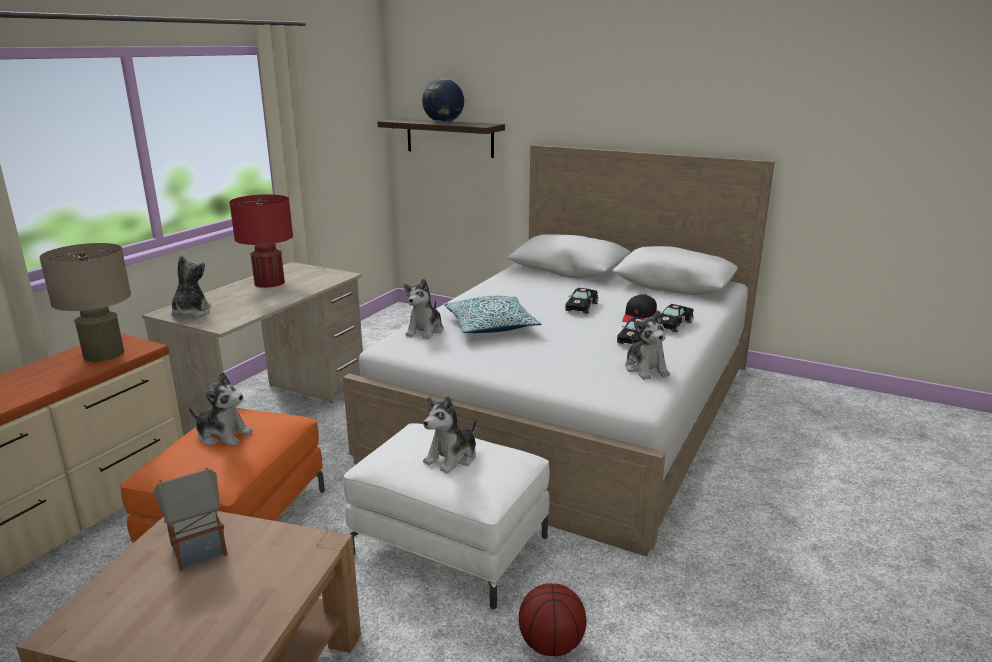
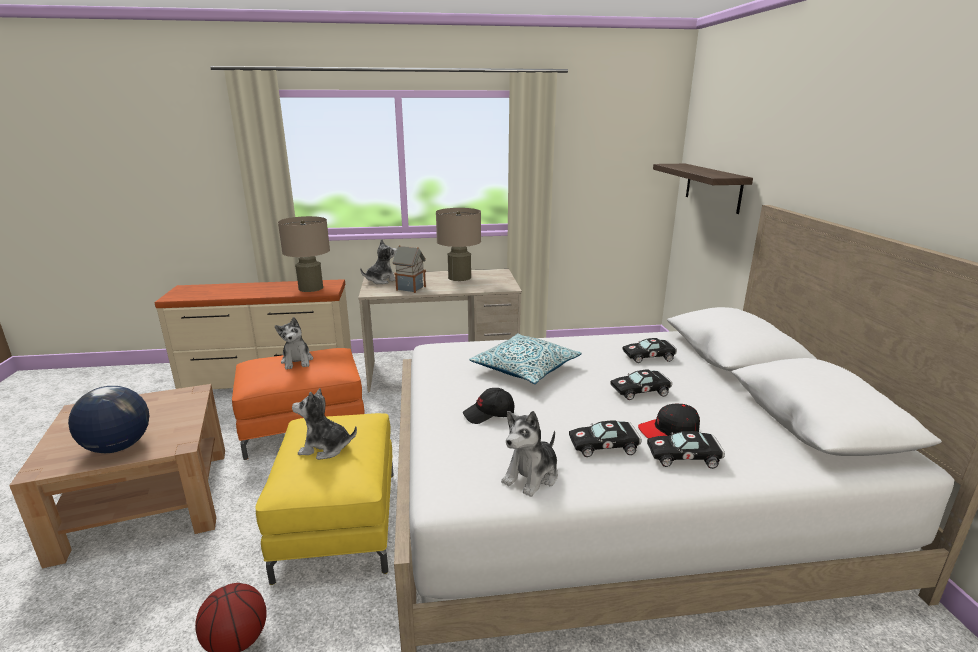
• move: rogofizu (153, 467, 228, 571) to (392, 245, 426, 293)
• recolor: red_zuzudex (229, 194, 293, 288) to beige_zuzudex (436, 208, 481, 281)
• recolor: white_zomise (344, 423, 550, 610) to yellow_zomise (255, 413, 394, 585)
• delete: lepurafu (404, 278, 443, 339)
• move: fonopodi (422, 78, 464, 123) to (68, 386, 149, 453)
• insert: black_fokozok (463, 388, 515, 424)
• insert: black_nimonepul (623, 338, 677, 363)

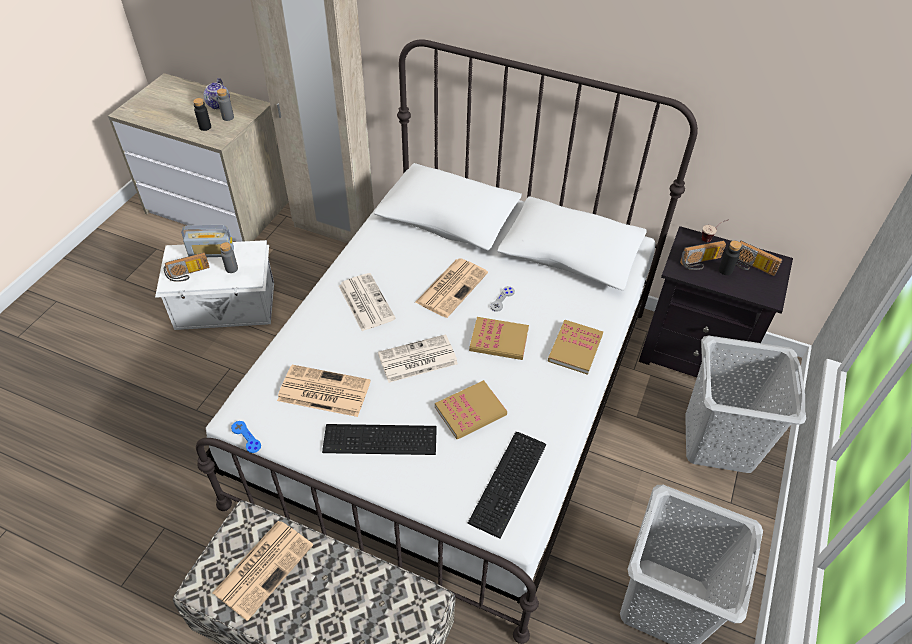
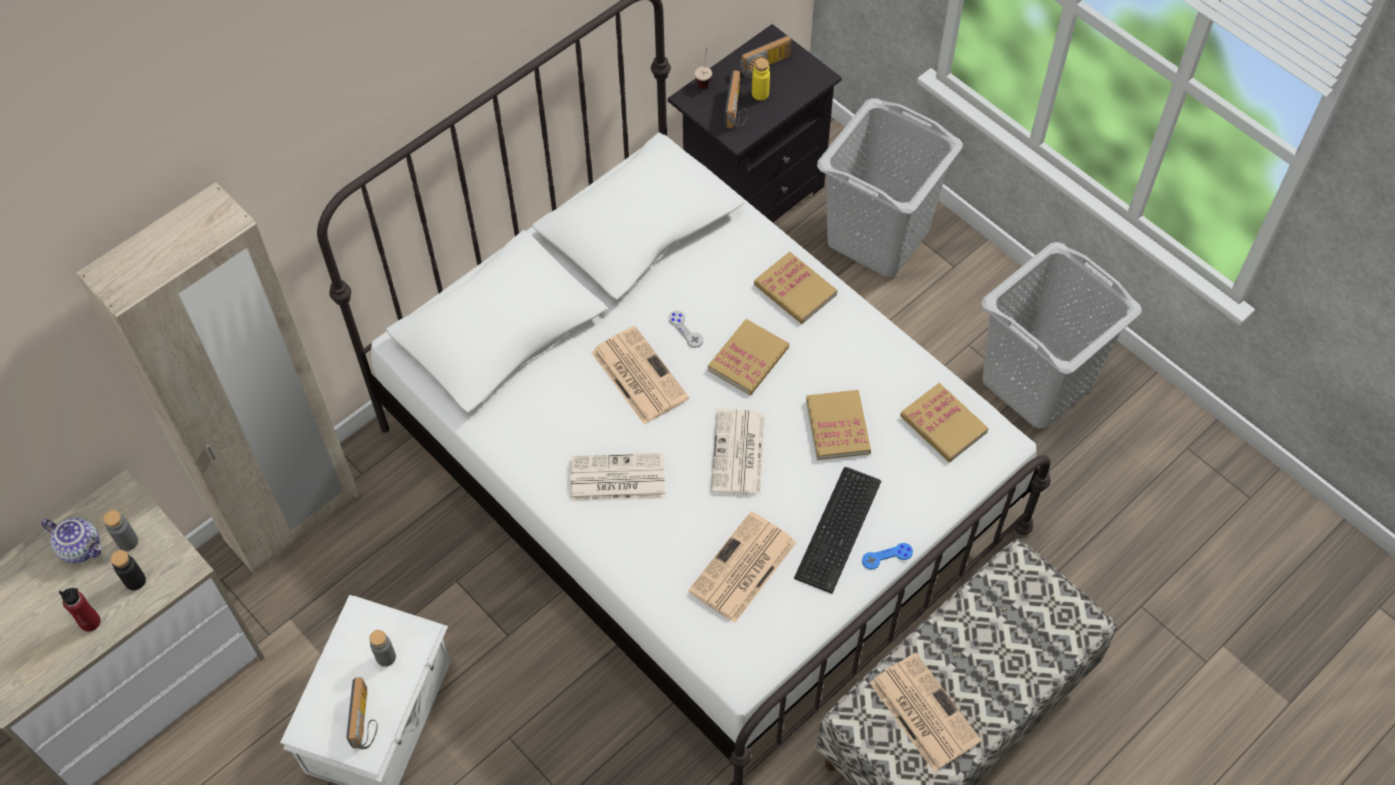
• delete: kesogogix (181, 225, 234, 257)
• move: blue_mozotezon (231, 421, 261, 453) to (862, 543, 913, 570)
• replace: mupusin (468, 432, 546, 539) to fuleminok (900, 383, 989, 462)
• recolor: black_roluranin (718, 241, 742, 275) to yellow_roluranin (752, 58, 770, 100)
• insert: red_roluranin (59, 588, 101, 632)

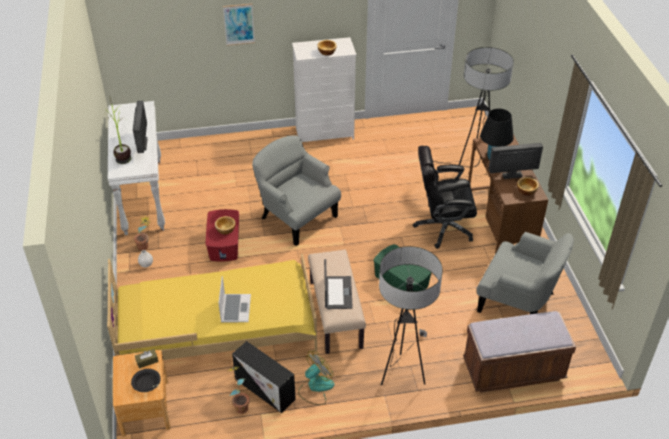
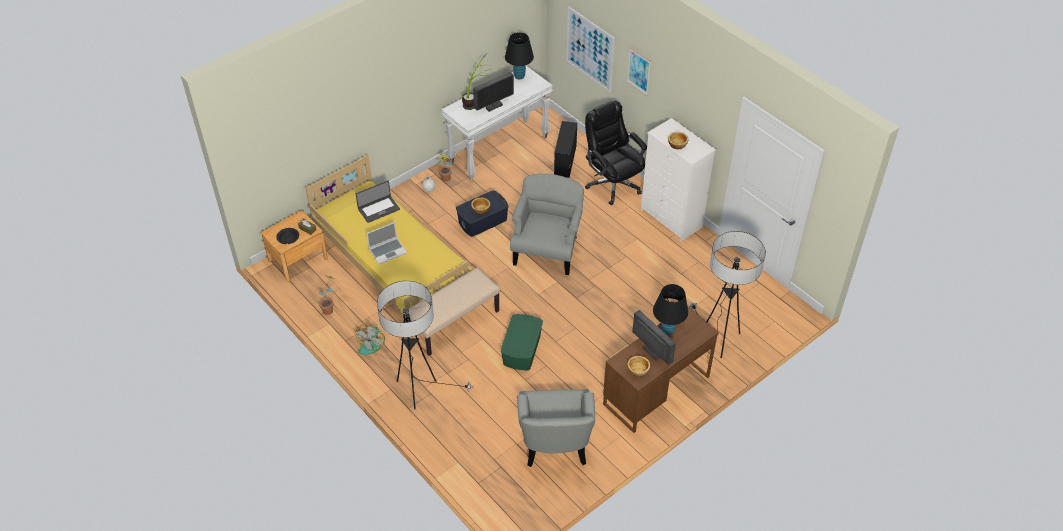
• recolor: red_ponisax (206, 209, 239, 262) to blue_ponisax (456, 190, 509, 237)
• move: black_ponisax (232, 341, 296, 413) to (554, 121, 577, 178)
• rotate: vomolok (298, 351, 334, 405) = (356, 324, 385, 355) 90 degrees clockwise
• move: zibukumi (324, 259, 353, 309) to (356, 181, 400, 223)
• move: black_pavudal (413, 146, 477, 249) to (585, 101, 647, 205)
• delete: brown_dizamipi (463, 311, 576, 393)
• insert: black_zuzudex (505, 32, 534, 79)
• insert: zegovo (566, 6, 615, 93)

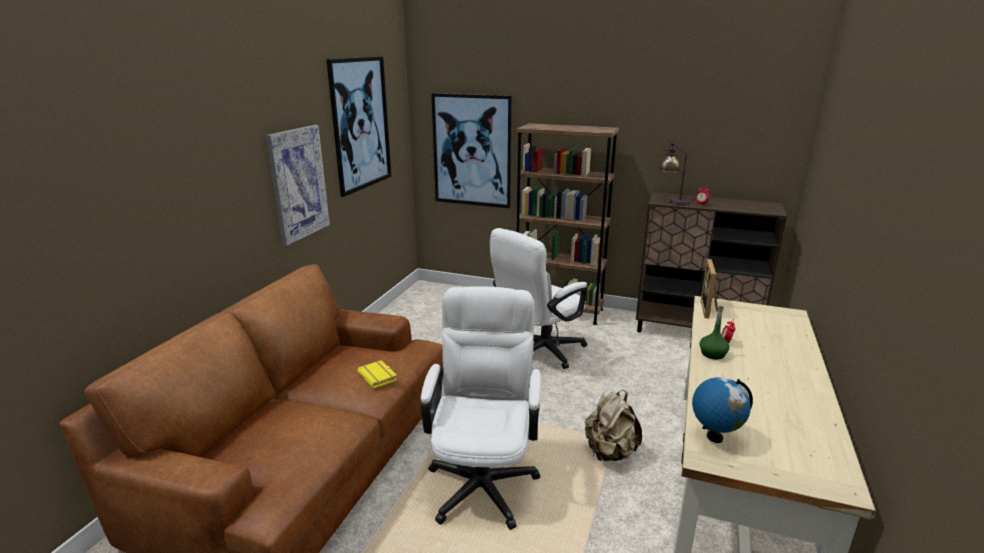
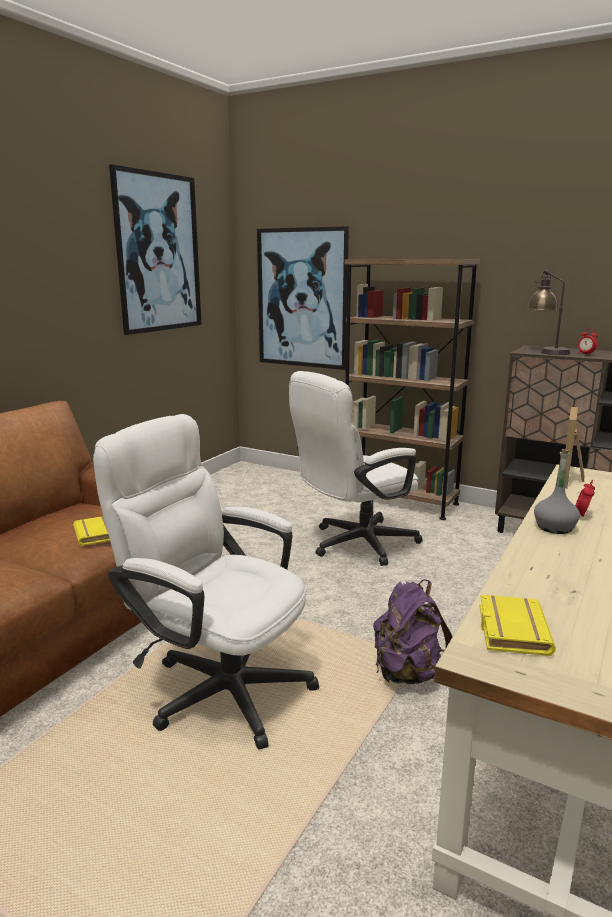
• delete: zegovo (266, 125, 330, 246)
• rotate: white_pavudal (420, 286, 541, 530) = (93, 414, 319, 750) 75 degrees counterclockwise
• recolor: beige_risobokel (585, 390, 642, 462) to purple_risobokel (373, 579, 452, 684)
• replace: fonopodi (692, 377, 753, 443) to yellow_fuleminok (480, 595, 556, 656)
• recolor: green_roluranin (699, 305, 730, 359) to grey_roluranin (534, 449, 580, 534)

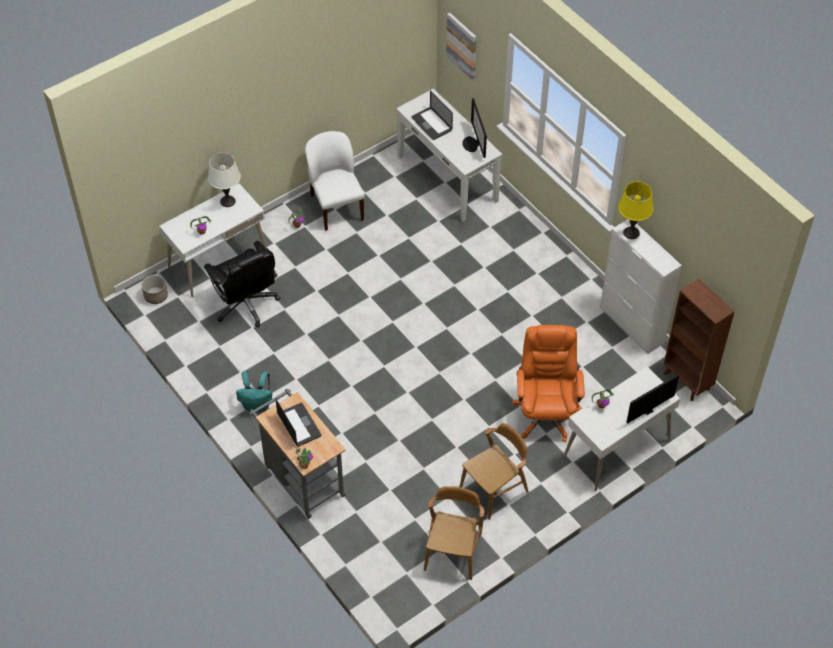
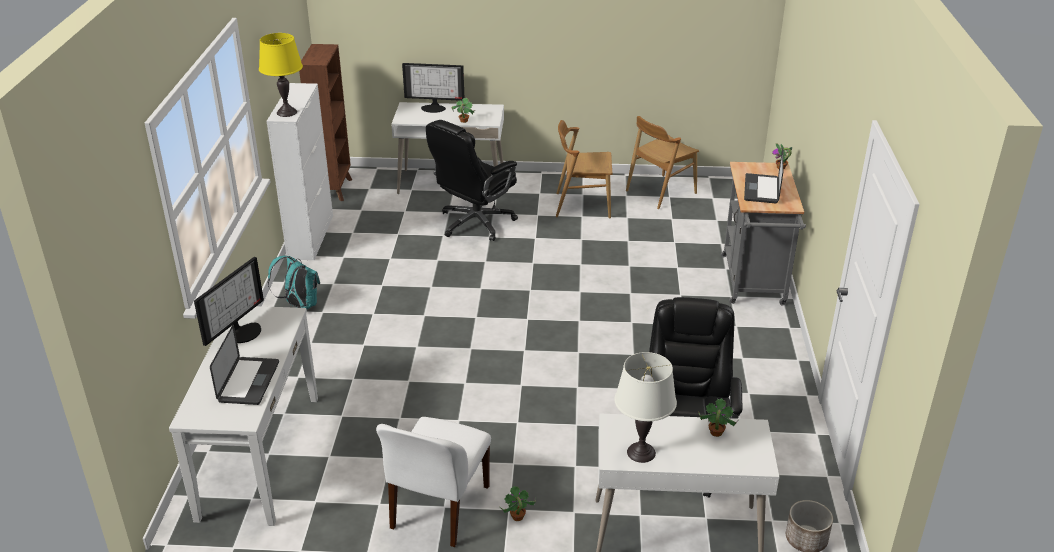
• move: turquoise_risobokel (236, 371, 272, 412) to (268, 256, 320, 309)
• delete: zegovo (446, 13, 476, 80)
• recolor: orange_pavudal (512, 325, 585, 442) to black_pavudal (426, 120, 518, 241)

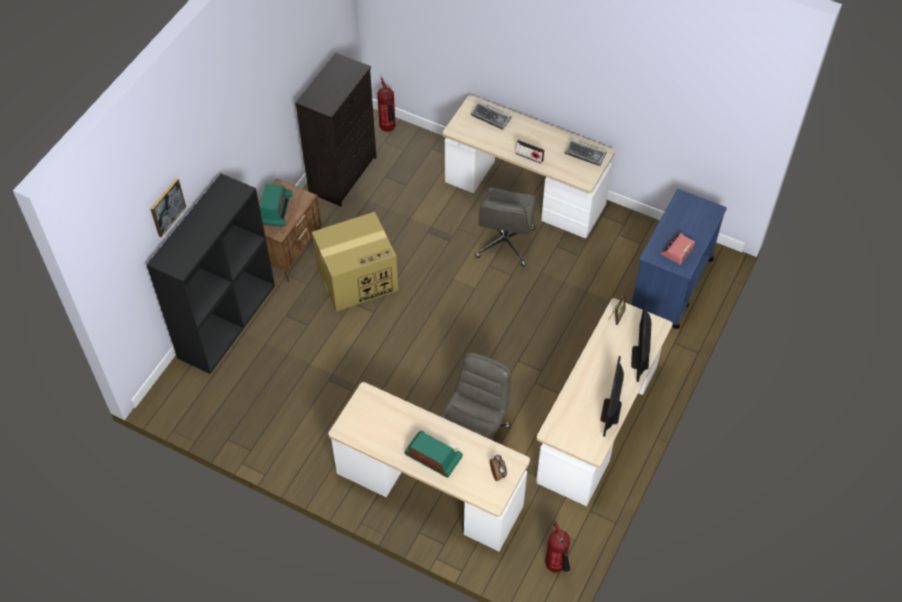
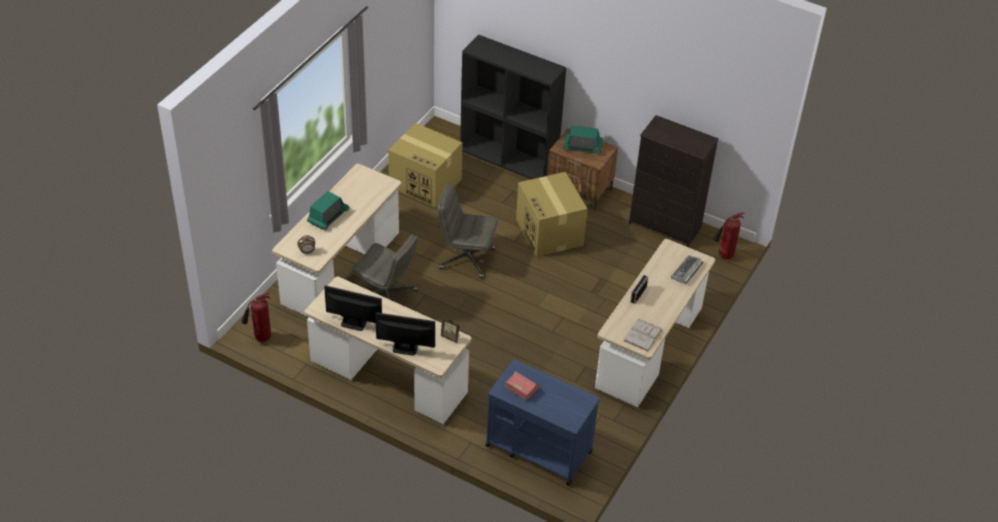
• delete: zegovo (150, 178, 186, 237)
• move: grey_pavudal (475, 188, 537, 266) to (437, 184, 498, 278)
• replace: mupusin (565, 139, 607, 166) to white_fuleminok (624, 319, 663, 351)
• insert: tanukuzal (388, 123, 462, 207)

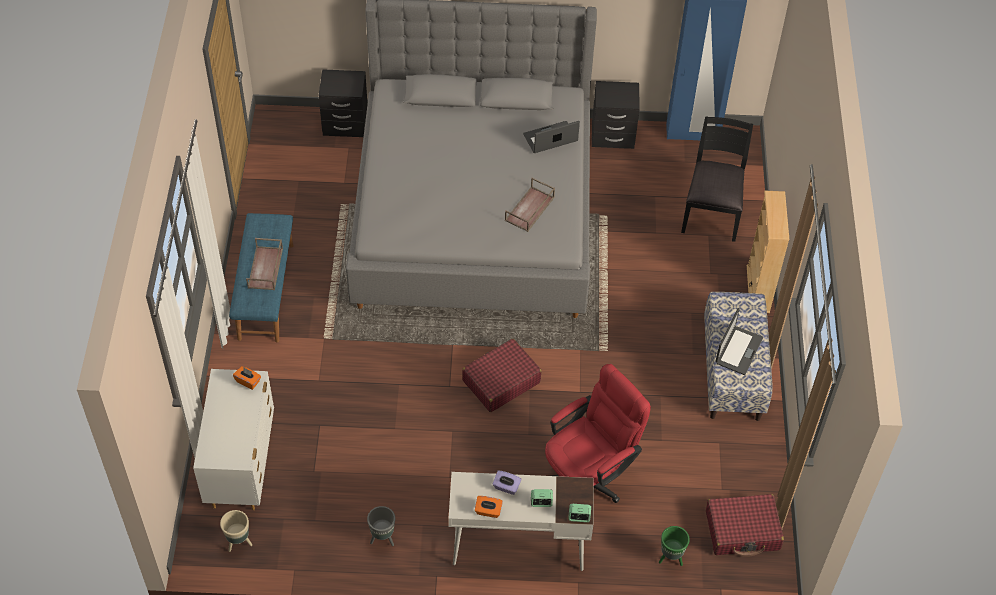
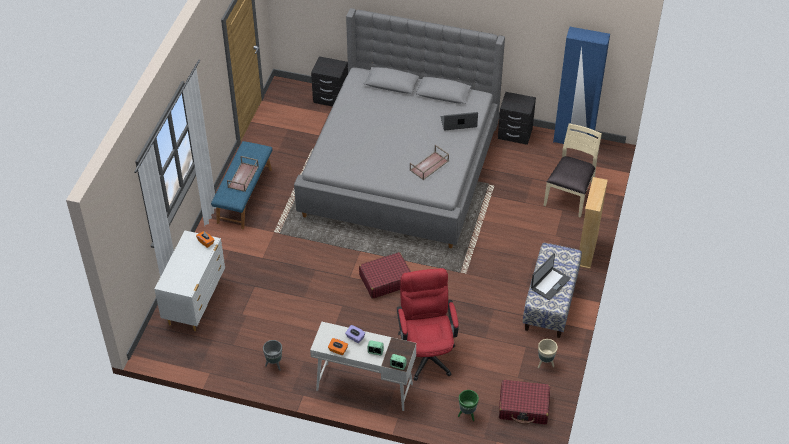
• move: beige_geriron (220, 510, 252, 552) to (538, 339, 558, 368)
• rotate: red_pavudal (545, 364, 651, 503) = (397, 268, 459, 381) 75 degrees counterclockwise
• recolor: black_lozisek (681, 116, 753, 242) to beige_lozisek (543, 123, 602, 218)

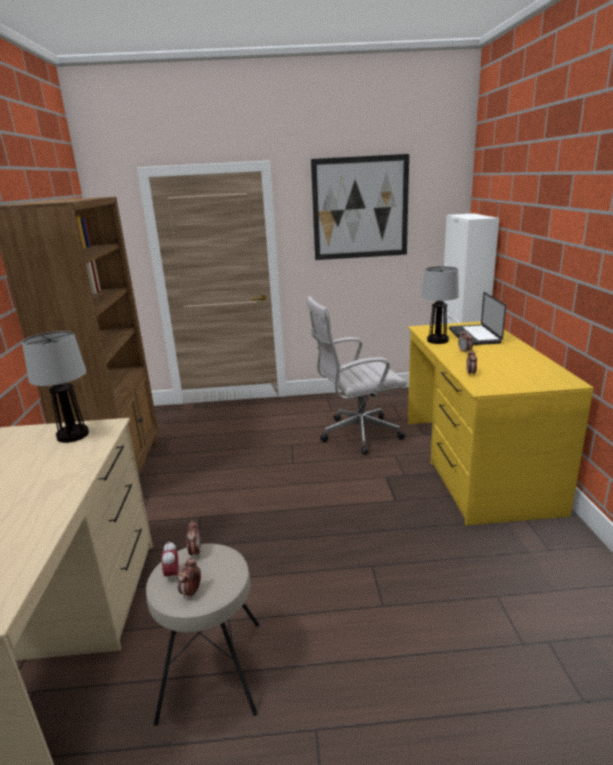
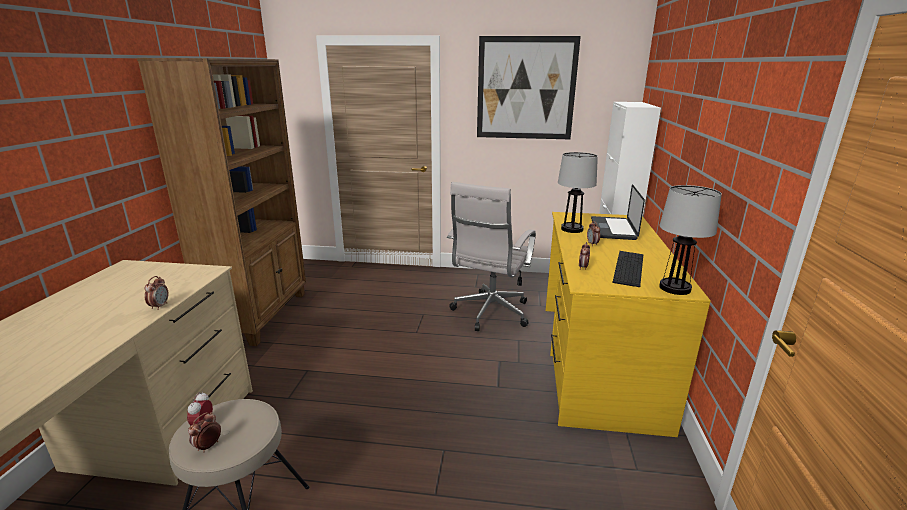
• move: zuzudex (22, 331, 89, 443) to (659, 185, 722, 295)
• move: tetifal (187, 521, 201, 558) to (144, 276, 169, 310)
• rotate: white_pavudal (307, 296, 407, 455) = (447, 182, 536, 331) 60 degrees counterclockwise
• insert: mupusin (612, 251, 643, 287)

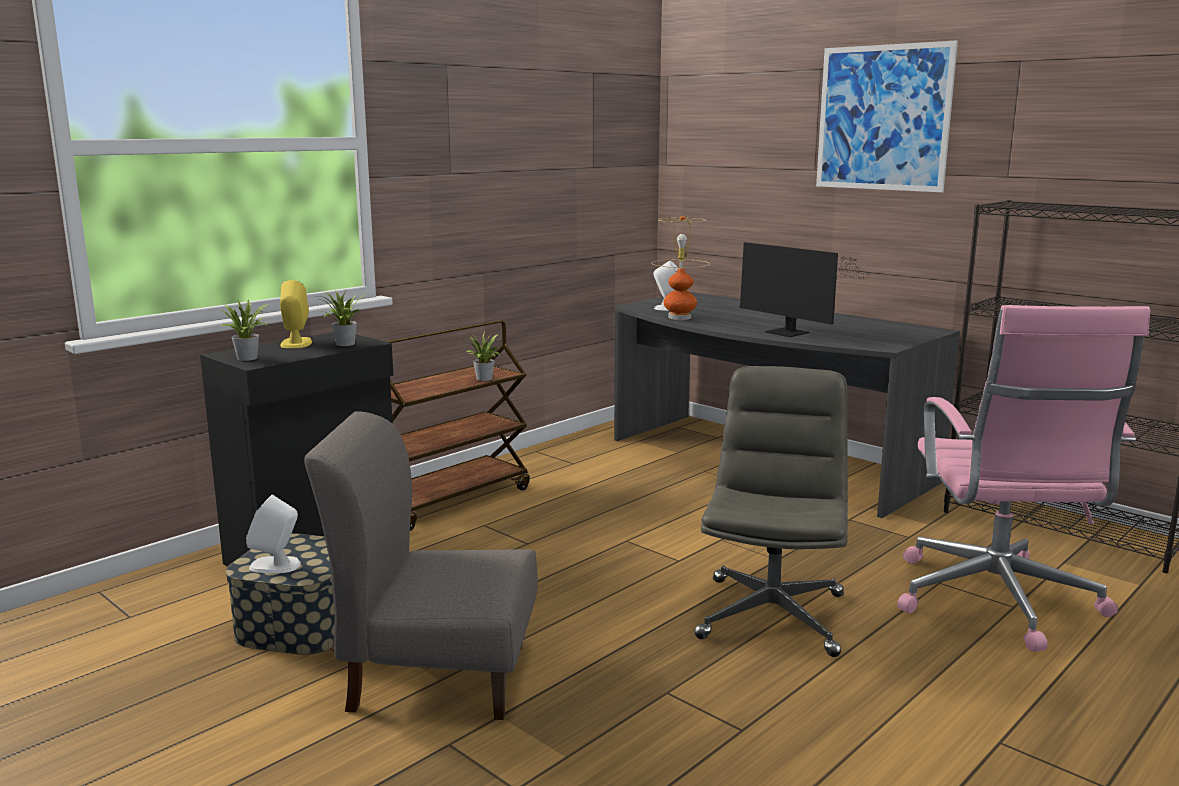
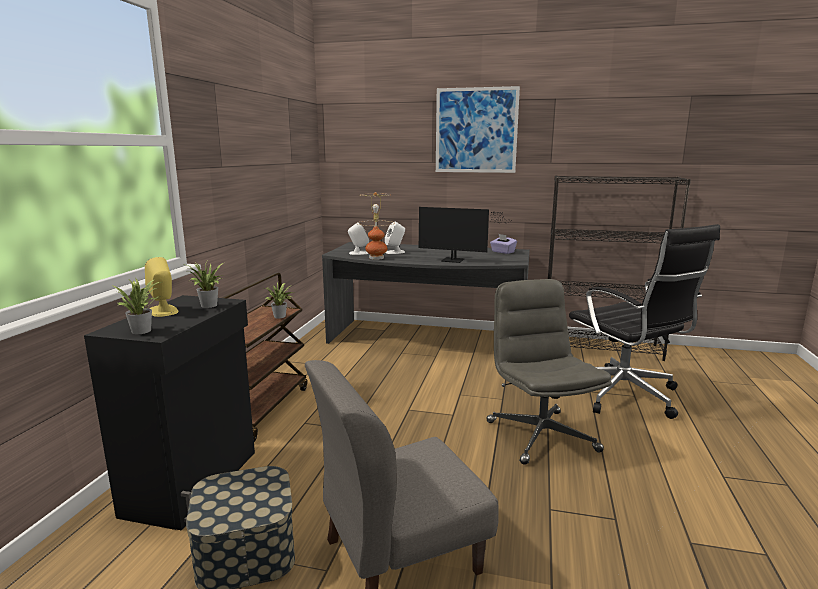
• move: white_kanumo (246, 495, 301, 573) to (385, 222, 405, 254)
• recolor: pink_pavudal (897, 305, 1150, 652) to black_pavudal (569, 224, 720, 419)
• insert: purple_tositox (490, 234, 517, 254)

